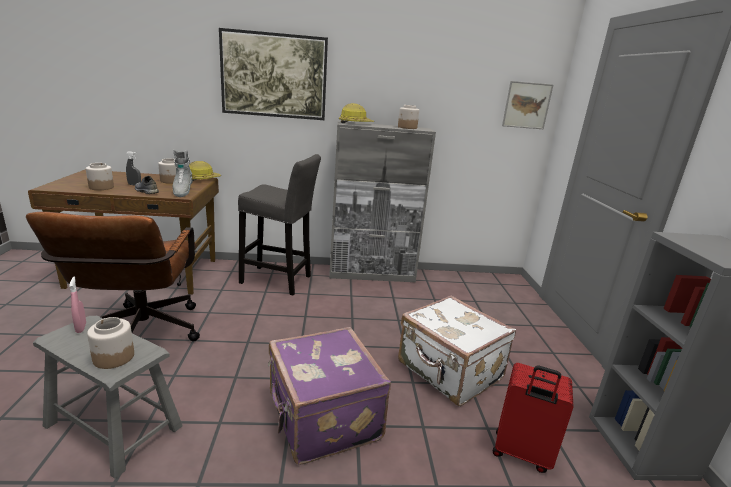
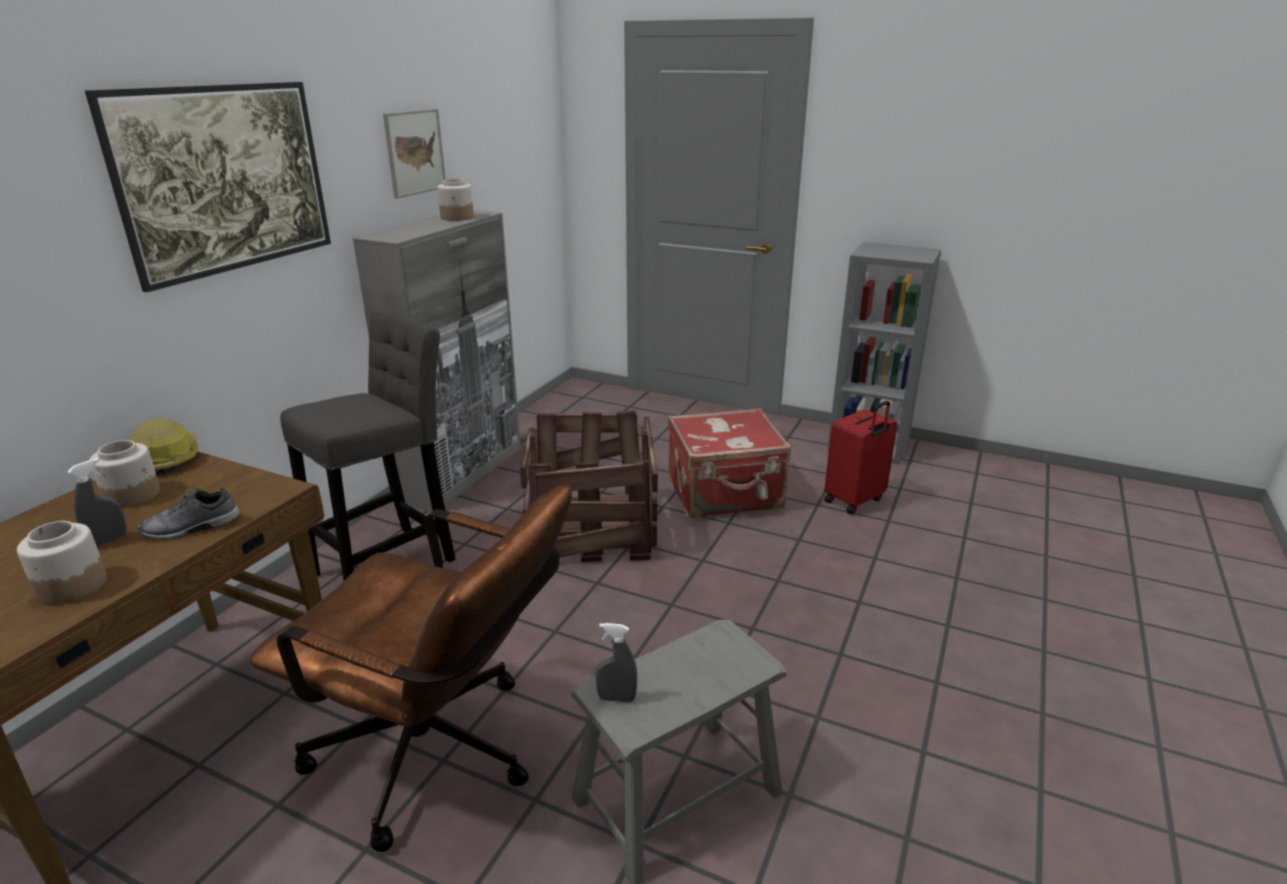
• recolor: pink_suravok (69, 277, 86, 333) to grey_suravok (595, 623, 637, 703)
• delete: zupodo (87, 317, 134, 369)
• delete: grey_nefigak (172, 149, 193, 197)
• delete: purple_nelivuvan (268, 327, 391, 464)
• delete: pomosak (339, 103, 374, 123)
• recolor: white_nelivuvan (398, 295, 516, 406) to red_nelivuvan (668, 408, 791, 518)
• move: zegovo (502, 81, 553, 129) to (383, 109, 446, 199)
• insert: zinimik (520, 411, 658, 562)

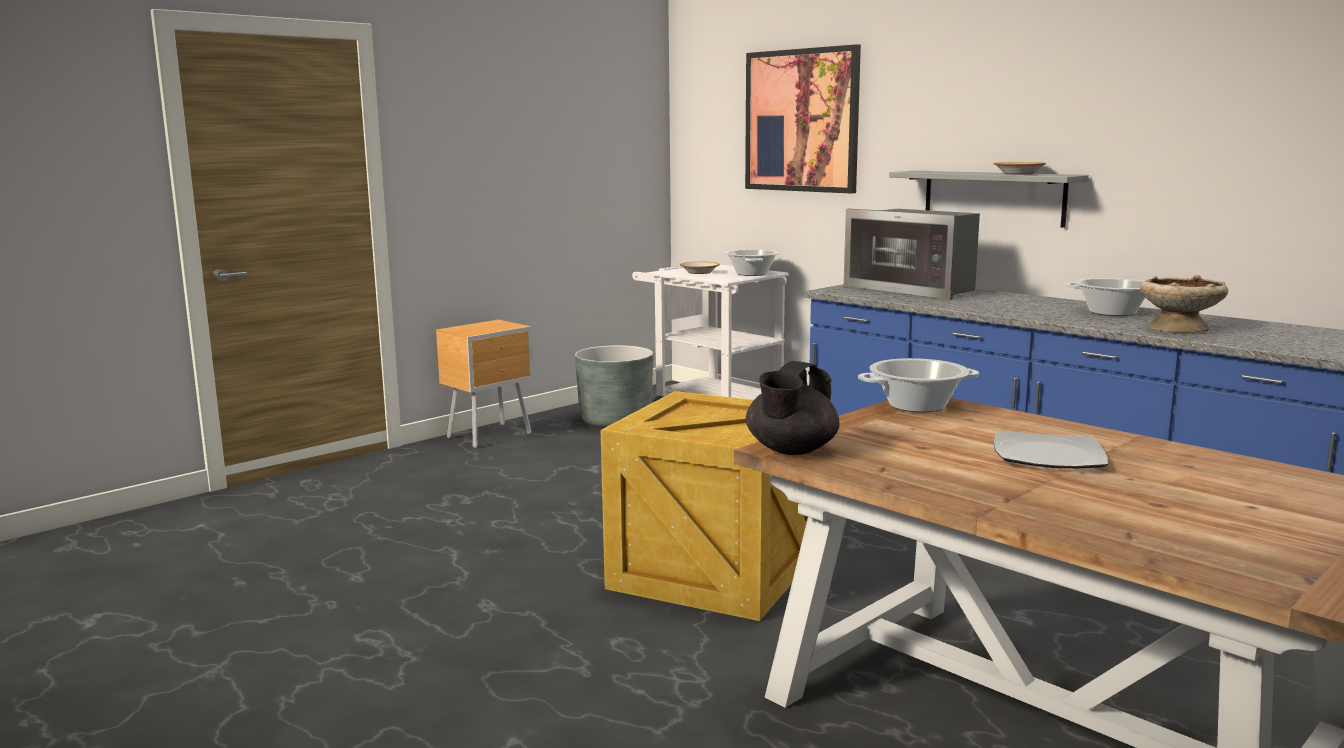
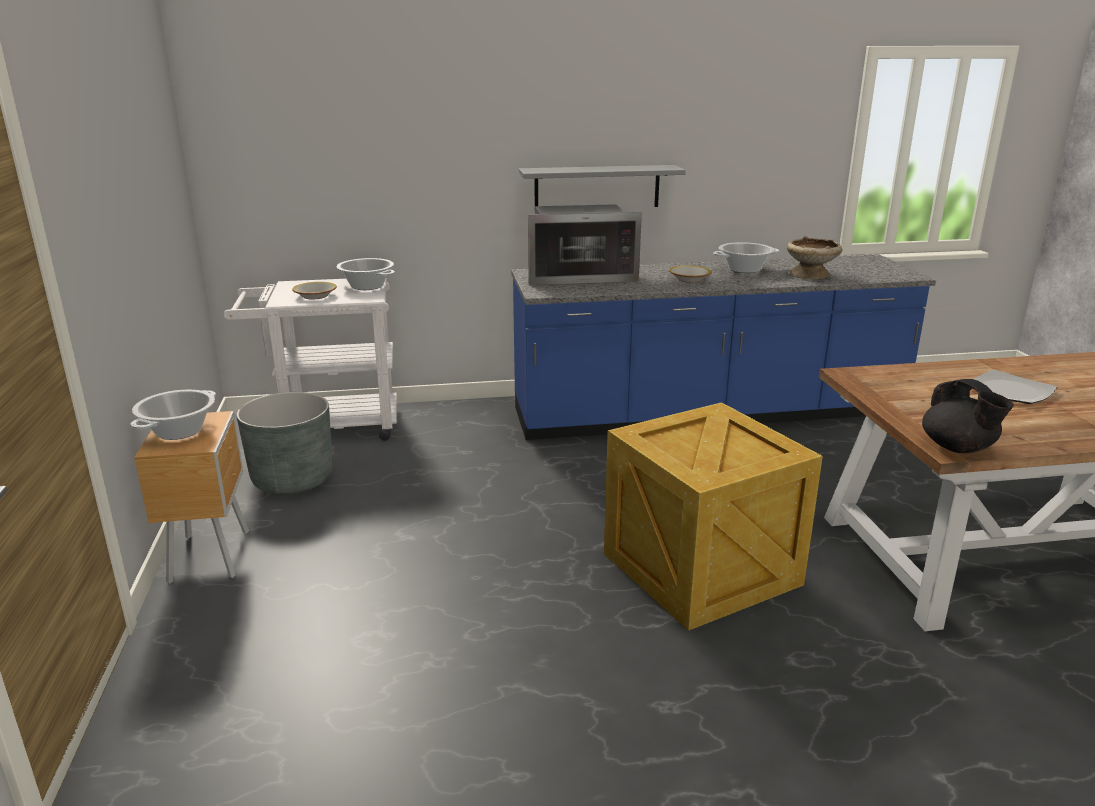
• delete: zegovo (745, 44, 861, 194)
• move: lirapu (858, 358, 979, 412) to (130, 390, 216, 440)
• move: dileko (994, 162, 1046, 174) to (669, 266, 712, 282)

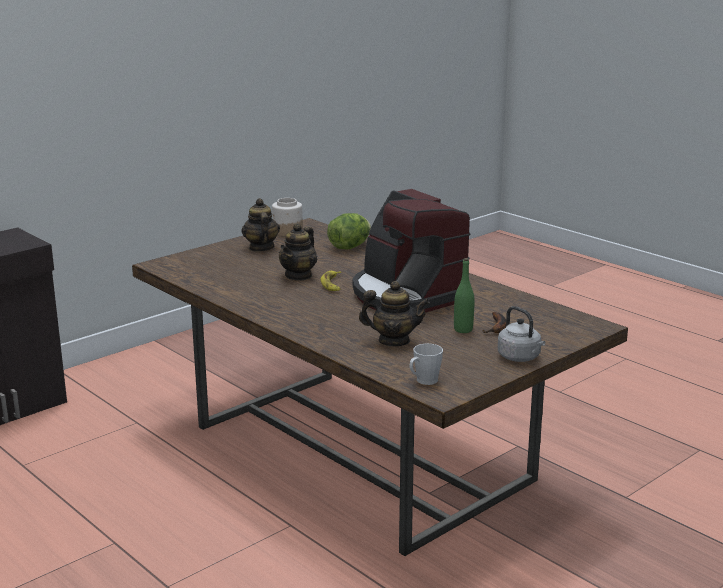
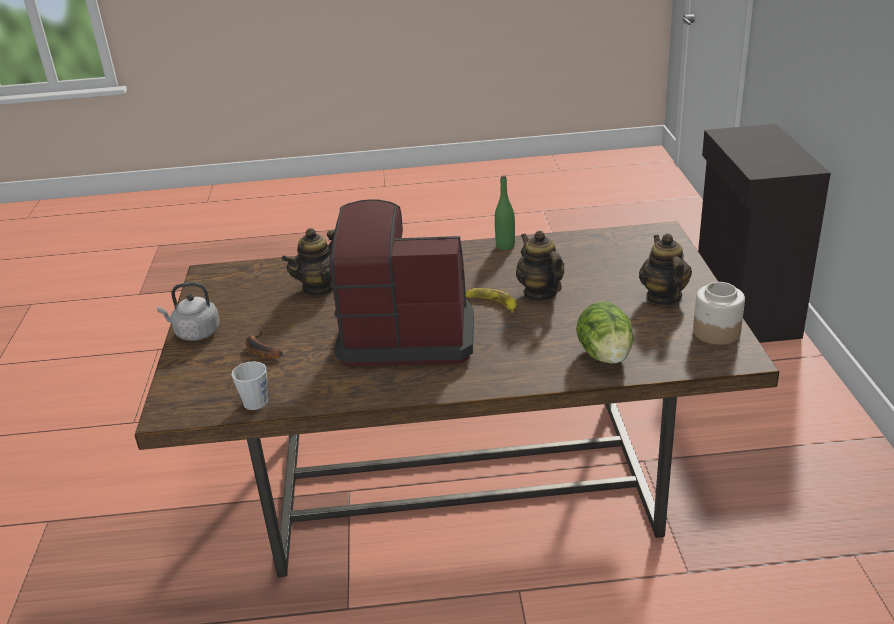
• rotate: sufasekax (242, 198, 280, 252) = (639, 233, 692, 305) 120 degrees counterclockwise
• move: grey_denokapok (410, 344, 443, 385) to (232, 361, 268, 410)
• move: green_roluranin (454, 258, 475, 333) to (495, 175, 515, 250)

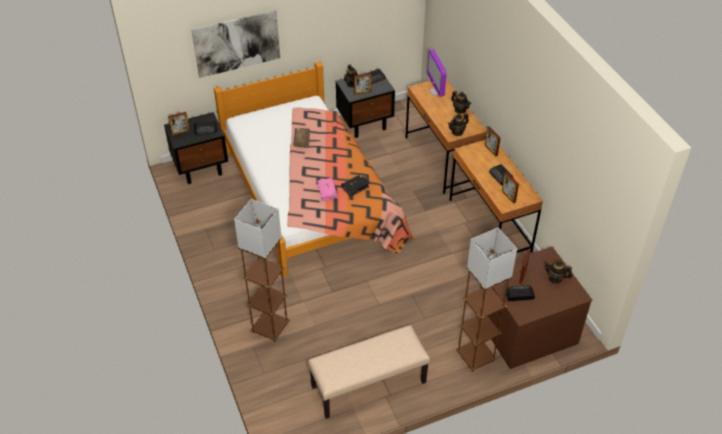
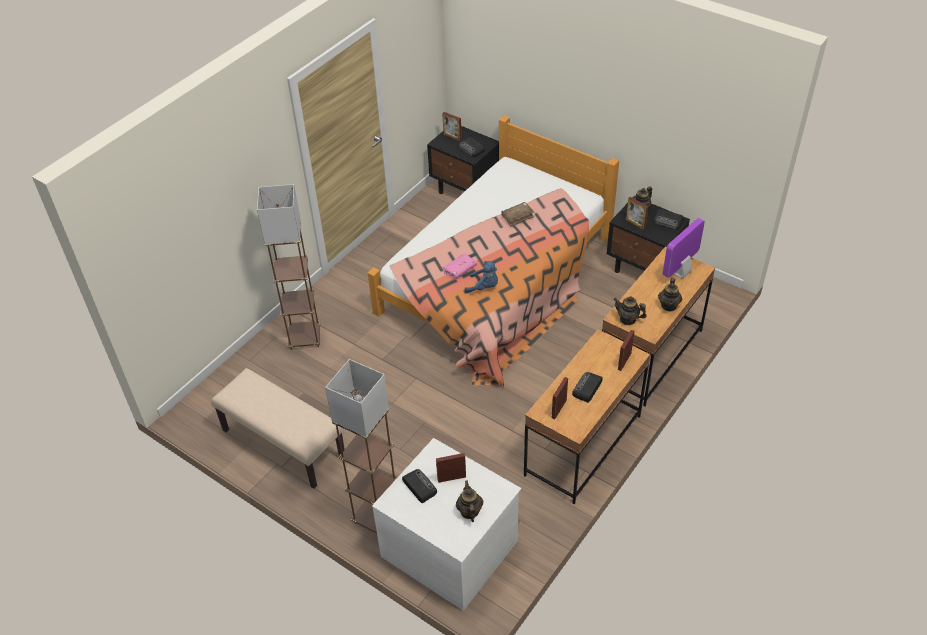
• delete: zegovo (191, 10, 280, 78)
• replace: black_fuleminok (341, 174, 370, 197) to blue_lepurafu (465, 261, 498, 293)
• recolor: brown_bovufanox (476, 247, 592, 369) to white_bovufanox (372, 438, 521, 611)

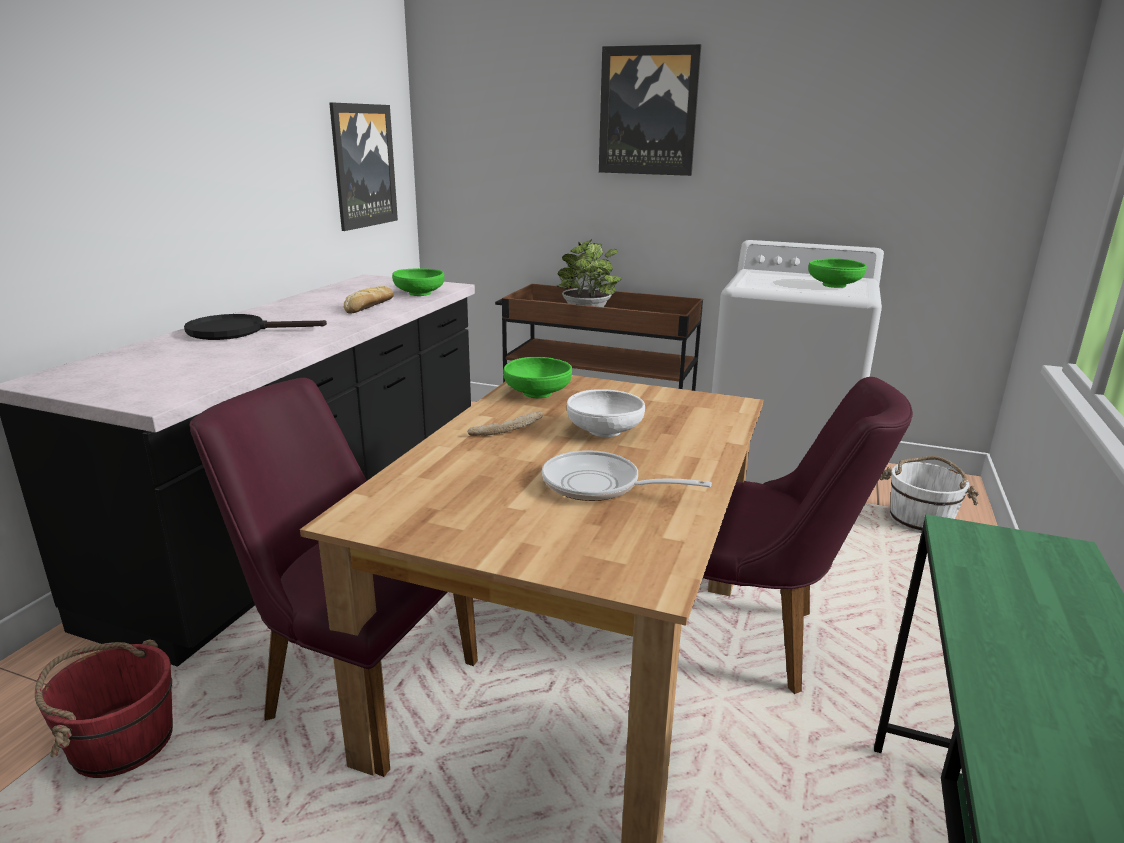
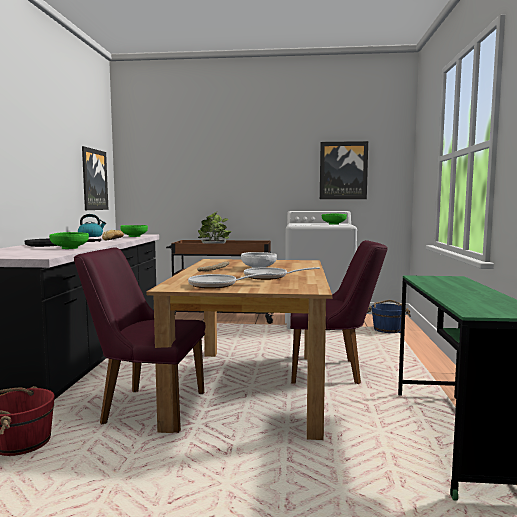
• move: green_dileko (503, 357, 572, 398) to (49, 232, 89, 249)
• move: zegovo (599, 44, 701, 176) to (320, 141, 368, 199)
• recolor: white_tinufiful (879, 456, 979, 533) to blue_tinufiful (367, 300, 411, 333)
• insert: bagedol (78, 214, 106, 237)
• insert: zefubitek (188, 272, 272, 289)

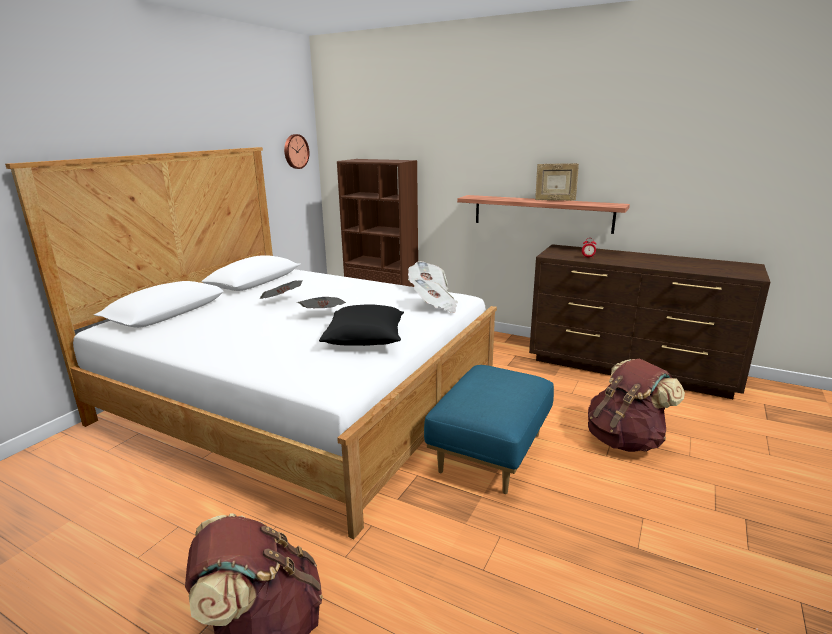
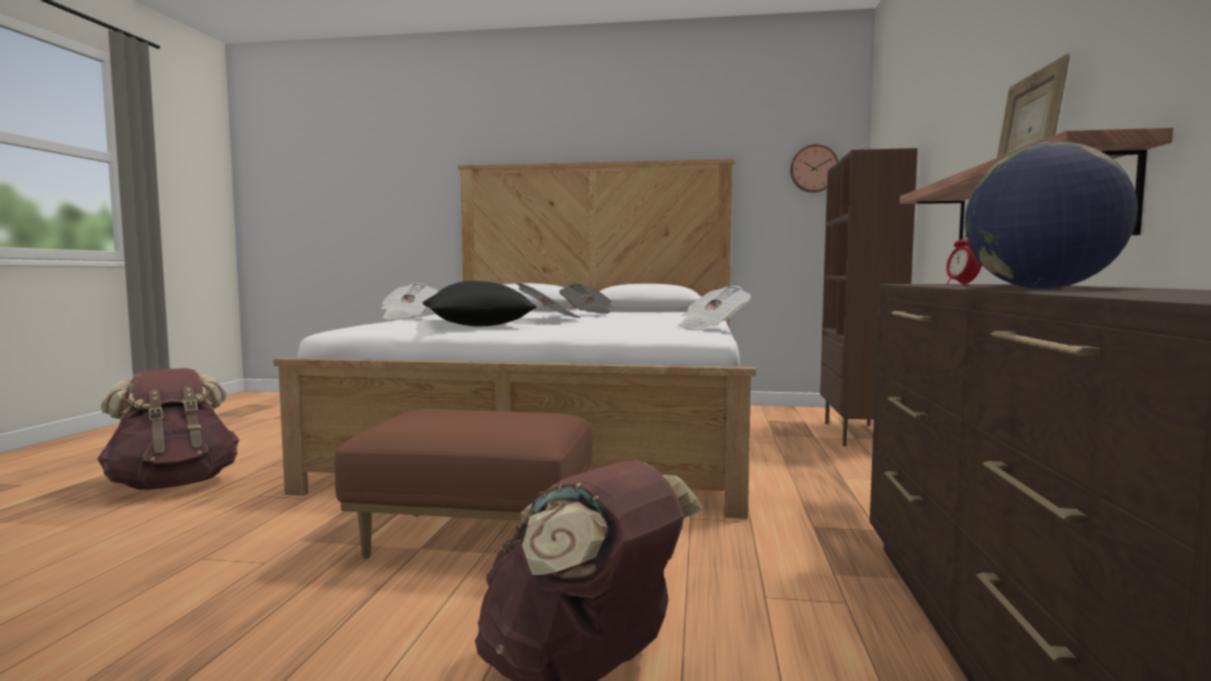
• move: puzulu (414, 279, 458, 313) to (381, 283, 439, 319)
• recolor: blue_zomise (424, 365, 554, 494) to brown_zomise (335, 409, 592, 559)
• insert: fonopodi (965, 142, 1138, 289)

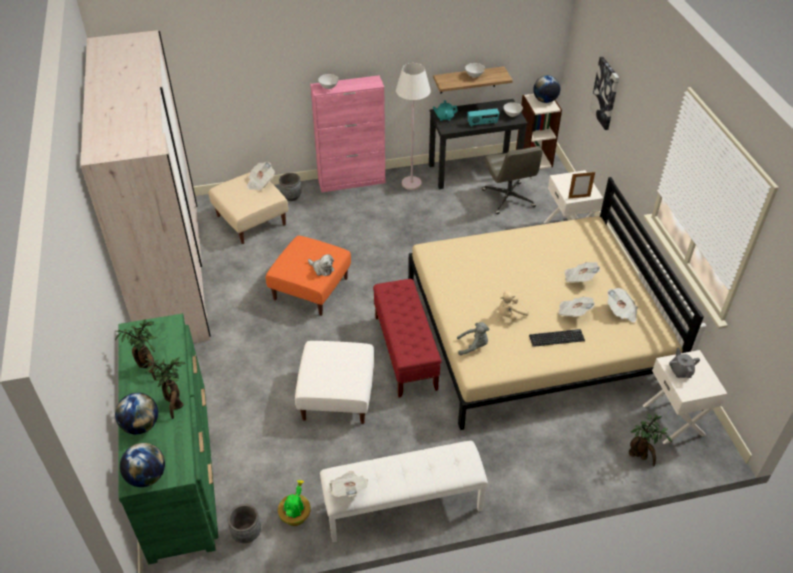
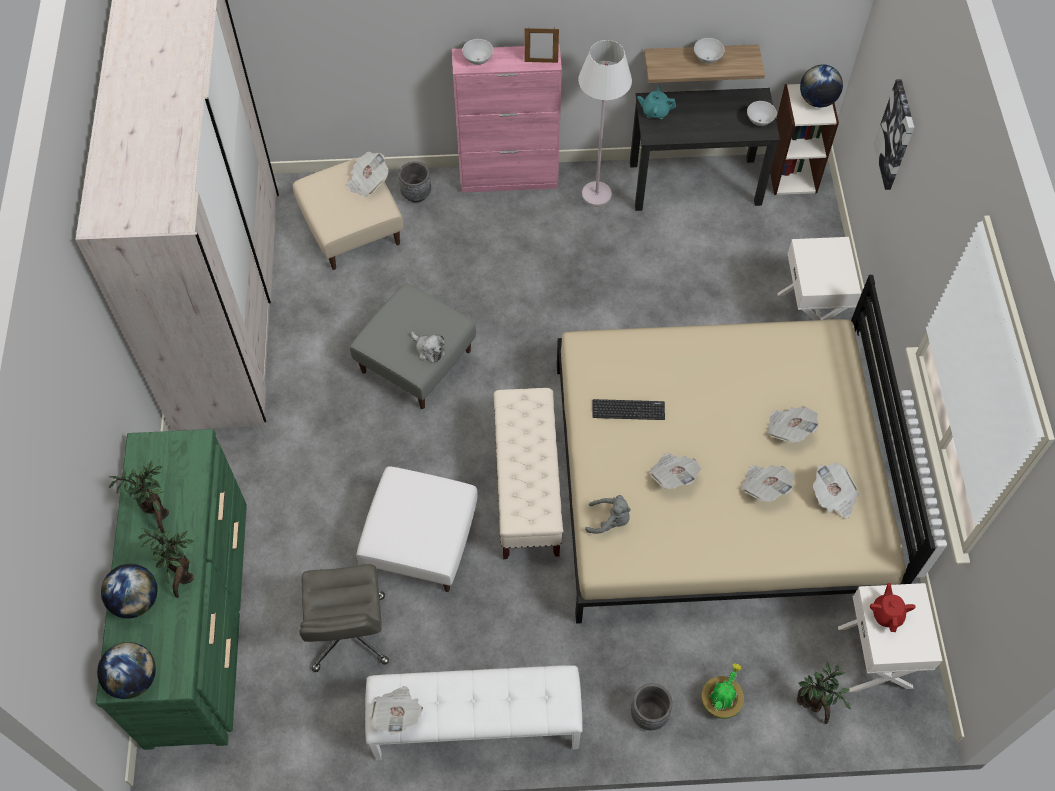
• move: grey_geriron (228, 504, 261, 543) to (631, 683, 673, 730)
• recolor: orange_zomise (266, 236, 351, 316) to grey_zomise (350, 284, 476, 409)
• move: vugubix (278, 480, 311, 526) to (701, 663, 744, 719)
• recolor: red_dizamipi (373, 279, 442, 397) to beige_dizamipi (493, 388, 563, 559)
• delete: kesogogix (467, 108, 499, 127)
• move: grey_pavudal (482, 146, 543, 214) to (299, 564, 389, 672)
• replace: beige_lepurafu (499, 291, 529, 321) to puzulu (649, 453, 701, 489)
• move: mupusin (529, 329, 585, 347) to (592, 399, 665, 420)
• move: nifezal (568, 172, 595, 199) to (524, 27, 559, 63)
• recolor: grey_sufasekax (669, 348, 700, 378) to red_sufasekax (870, 583, 916, 632)

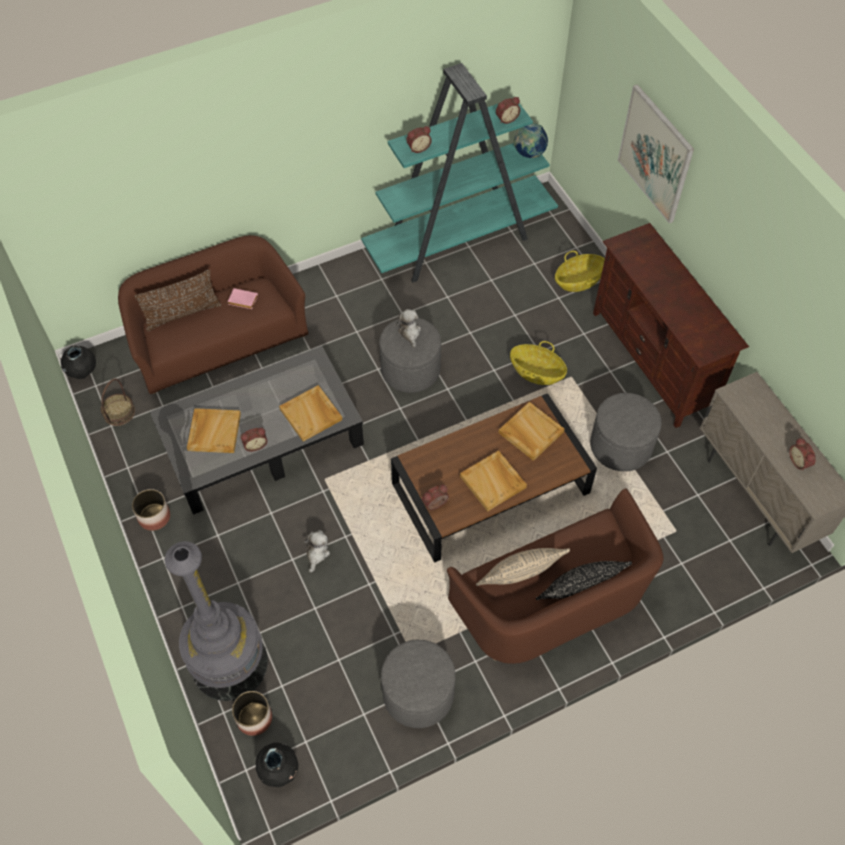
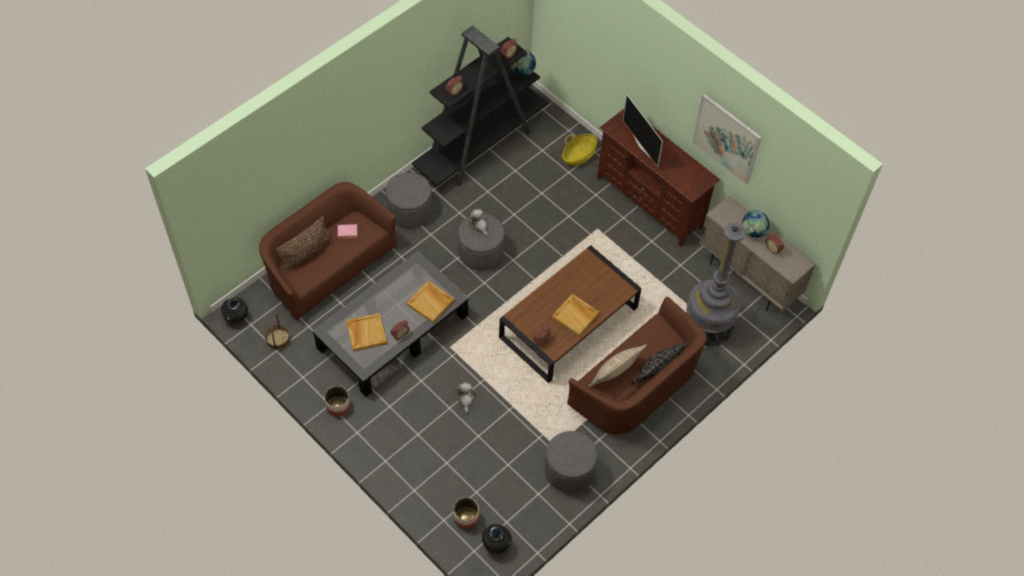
• move: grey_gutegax (165, 541, 268, 701) to (686, 222, 746, 346)
• recolor: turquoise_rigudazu (361, 63, 558, 282) to black_rigudazu (412, 25, 548, 187)
• delete: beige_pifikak (499, 402, 564, 461)
• delete: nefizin (510, 341, 567, 385)
• move: grey_zomise (590, 393, 662, 472) to (386, 172, 432, 228)
• move: zegovo (618, 84, 694, 223) to (692, 94, 762, 185)
• insert: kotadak (623, 94, 663, 167)
• insert: fonopodi (742, 210, 770, 238)

